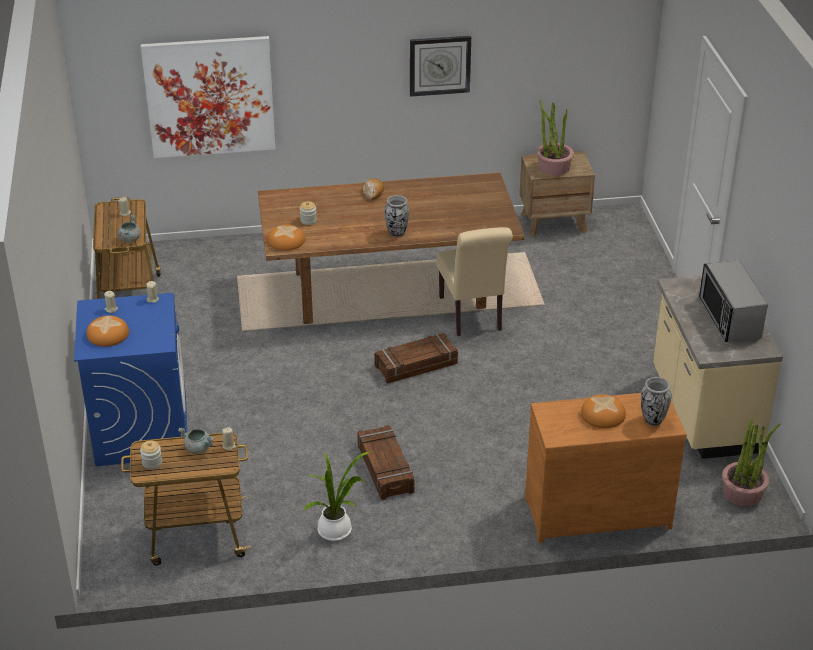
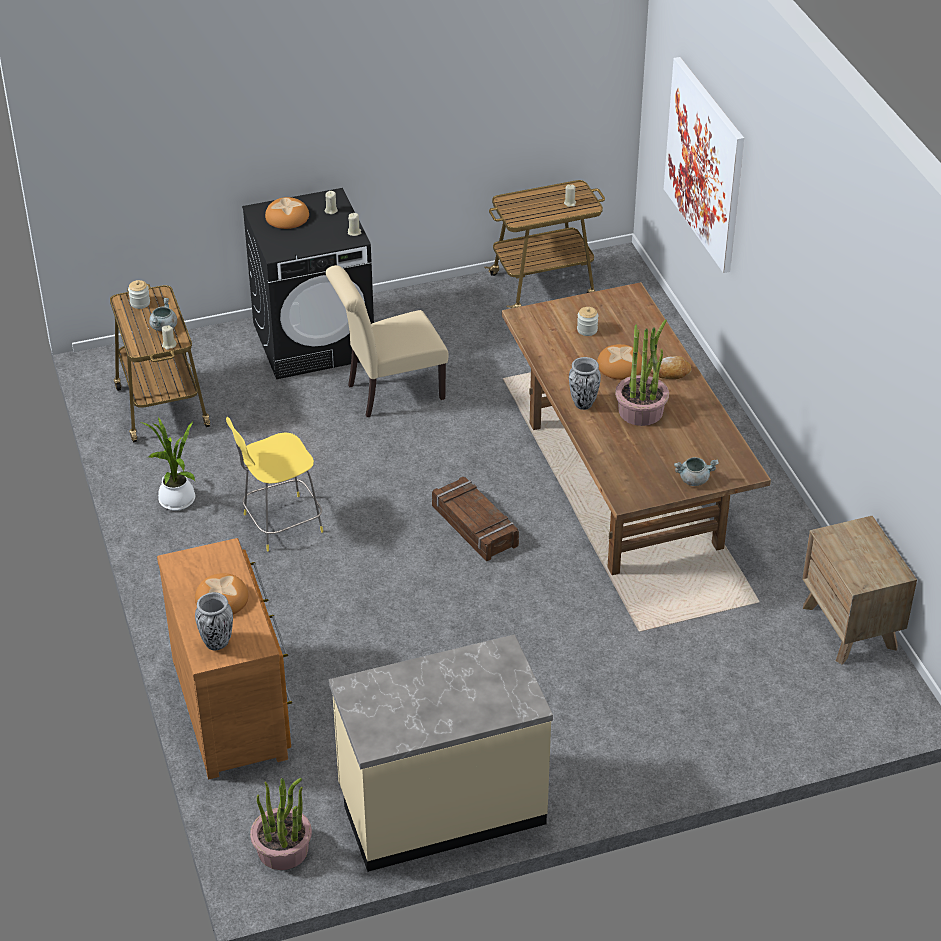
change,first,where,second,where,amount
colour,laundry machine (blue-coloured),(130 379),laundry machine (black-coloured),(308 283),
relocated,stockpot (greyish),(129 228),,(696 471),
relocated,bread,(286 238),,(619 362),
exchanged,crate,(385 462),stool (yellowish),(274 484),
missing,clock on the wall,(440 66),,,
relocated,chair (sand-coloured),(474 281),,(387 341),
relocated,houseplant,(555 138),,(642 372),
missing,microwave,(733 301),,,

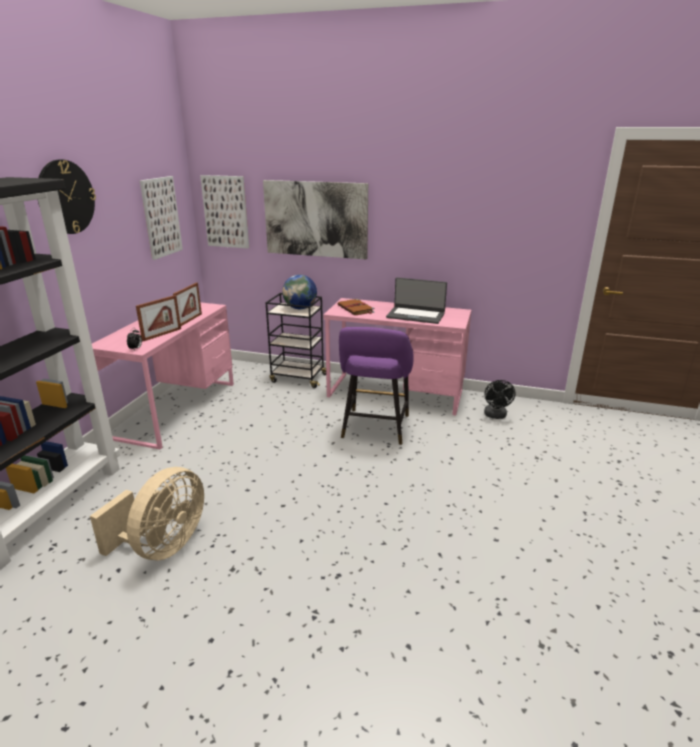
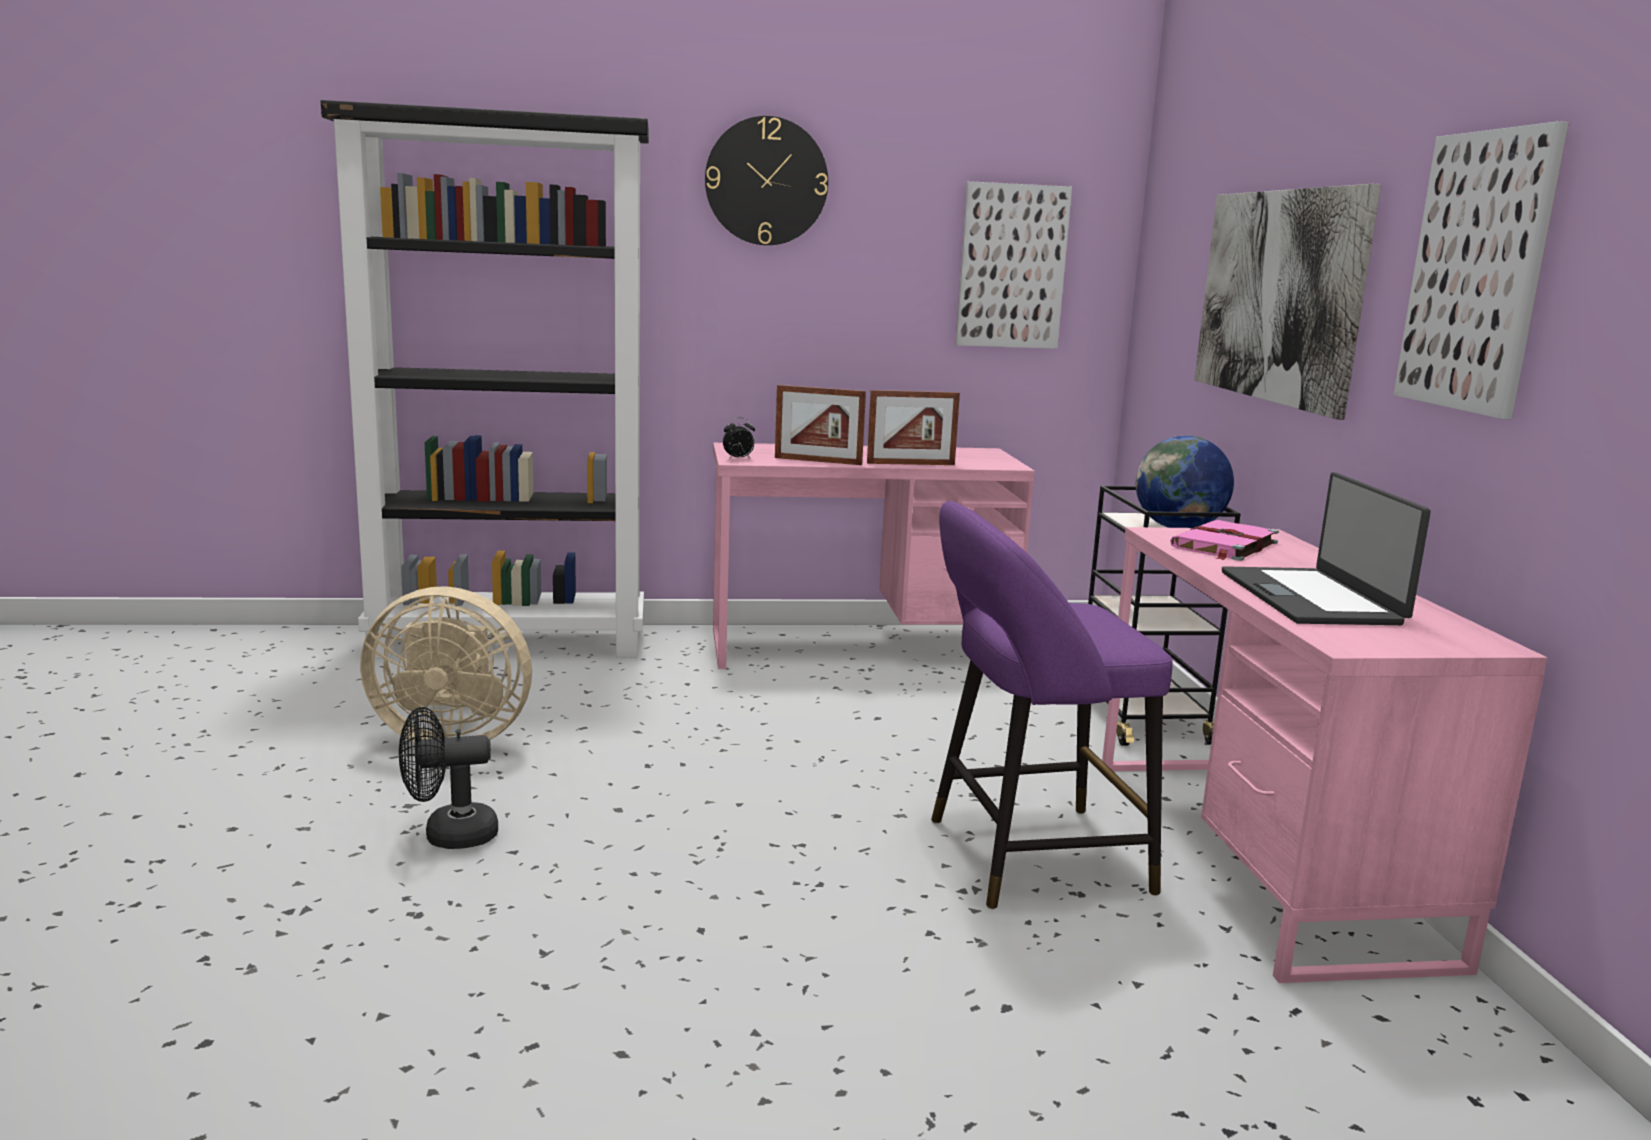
change,first,where,second,where,amount
relocated,wall art,(224 212),,(1481 270),
colour,bound book (brown-coloured),(356 307),bound book (pink),(1224 540),
relocated,cooling fan (black-coloured),(500 399),,(448 778),

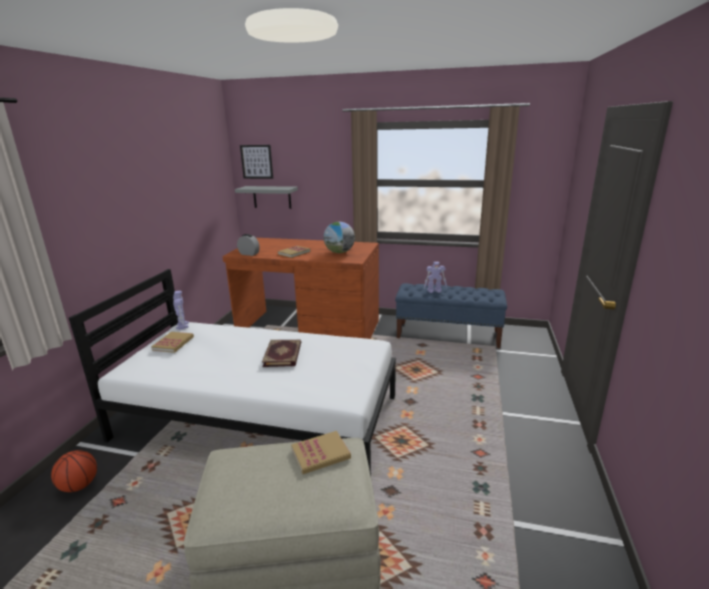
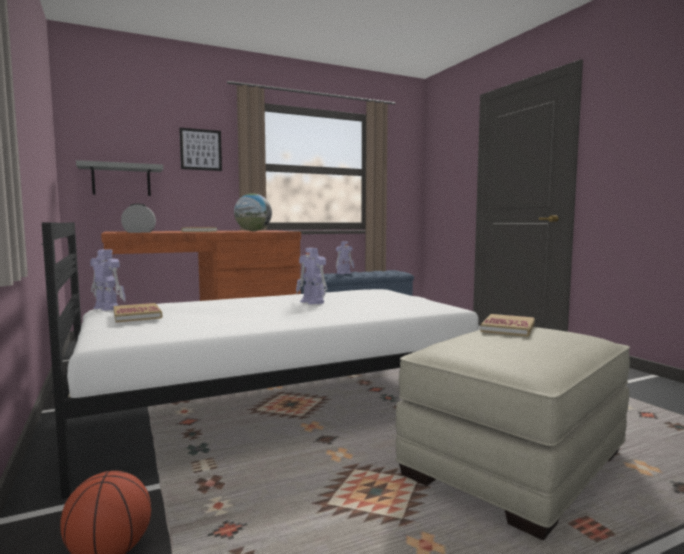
change,first,where,second,where,amount
relocated,wall art,(256 162),,(200 149),
exchanged,bound book,(281 353),model robot,(311 276),

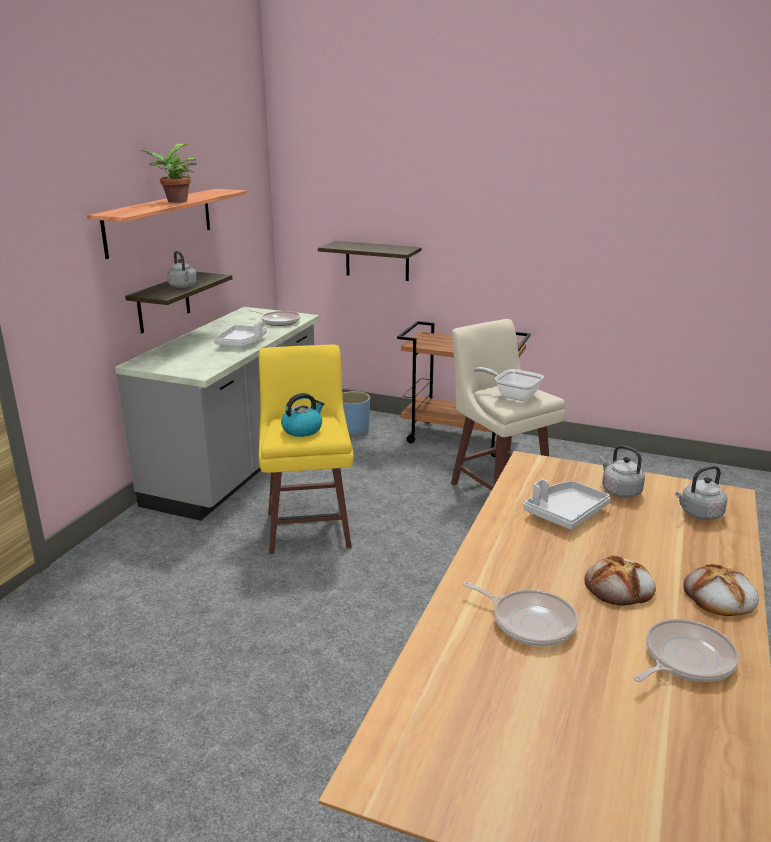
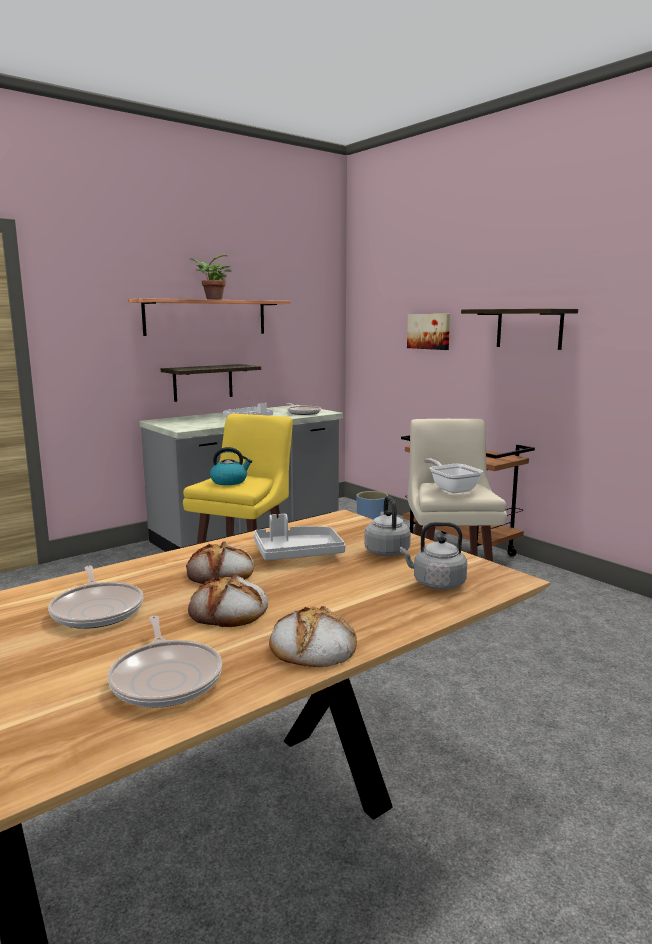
change,first,where,second,where,amount
missing,water kettle (greyish),(182 269),,,
relocated,shelf,(369 261),,(519 329),
spun,skillet,(686 650),,(165 662),75 degrees clockwise
appeared,,,bread,(220 562),
appeared,,,wall art,(428 332),

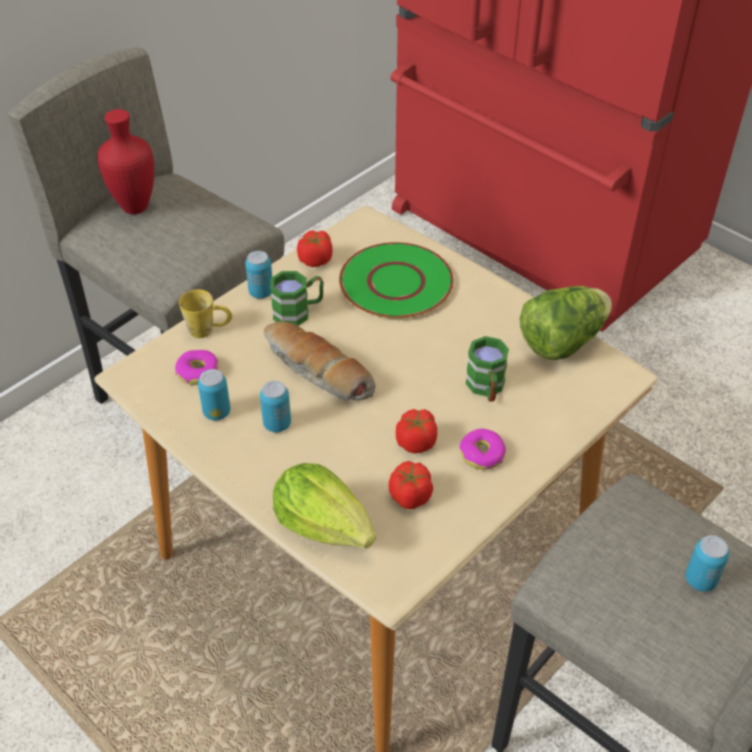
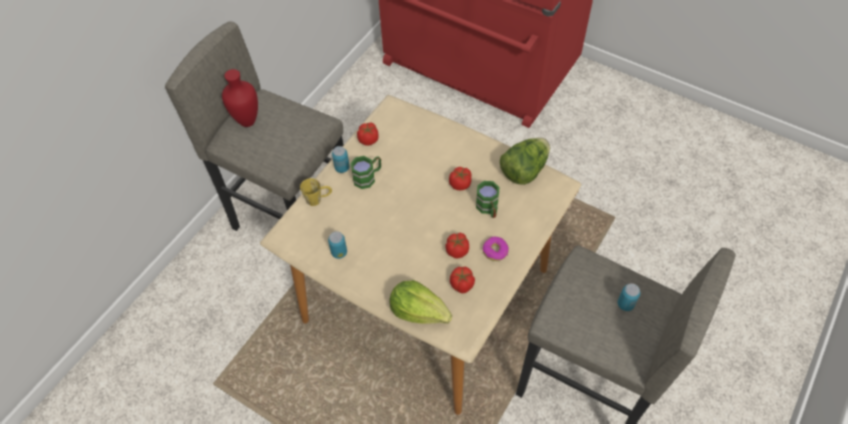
change,first,where,second,where,amount
missing,donut,(196 367),,,
missing,sealed can,(275 406),,,
missing,bread,(320 361),,,
missing,dinner plate (green-coloured),(396 280),,,
appeared,,,fresh tomato,(460 178),

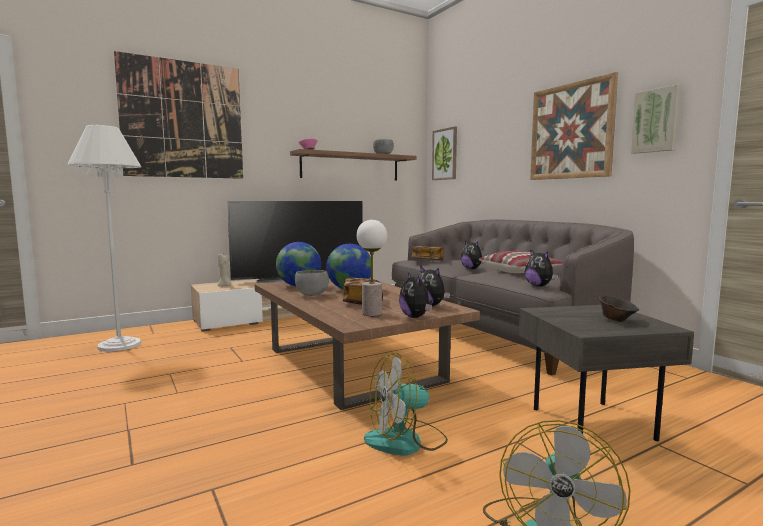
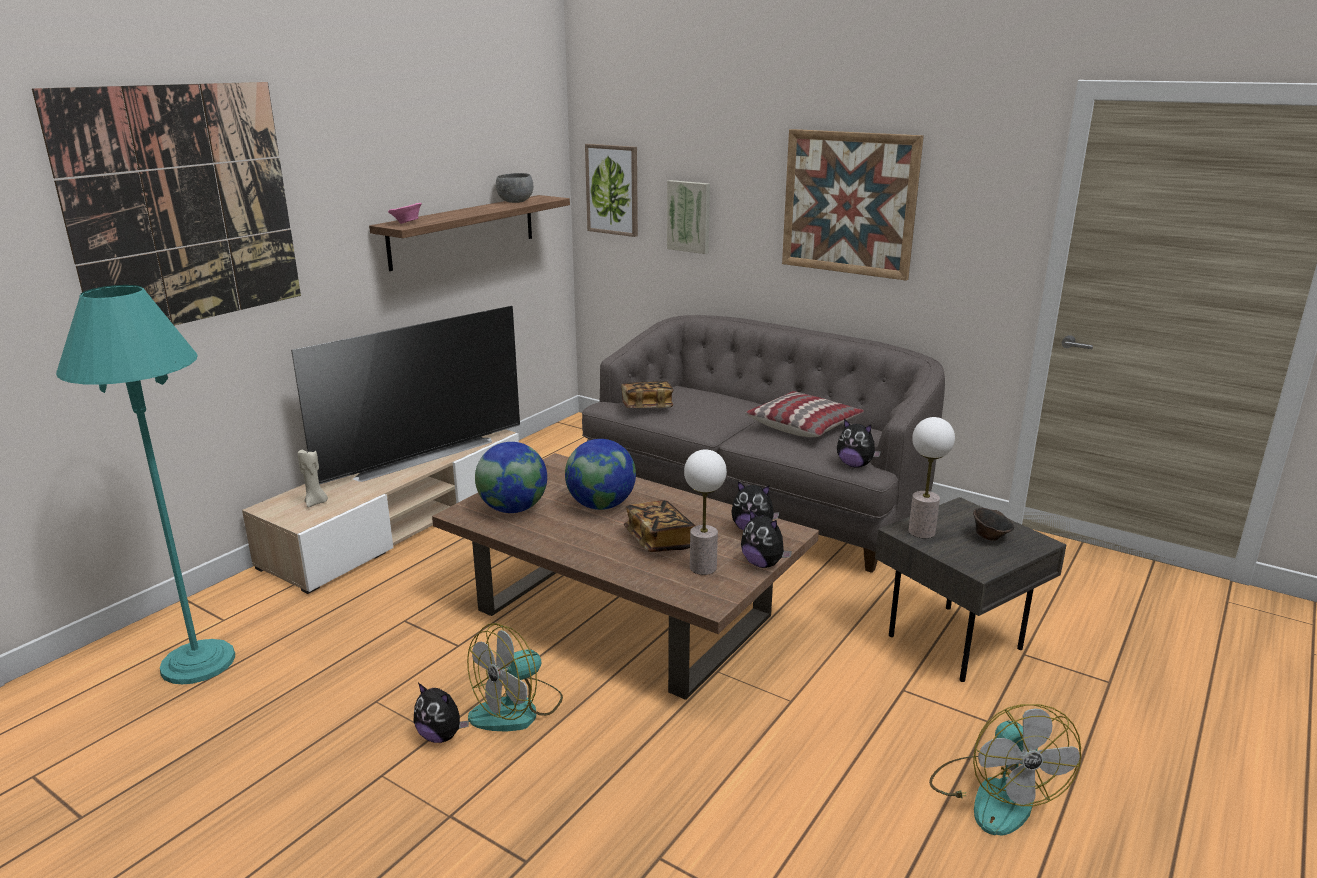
change,first,where,second,where,amount
colour,floor lamp (whitish),(104 238),floor lamp (blue-green),(145 484),
missing,deep dish (greyish),(312 283),,,
relocated,cooling fan,(406 404),,(515 677),
relocated,soft toy,(472 254),,(441 713),
relocated,wall art,(656 119),,(688 217),
appeared,,,table lamp,(932 477),

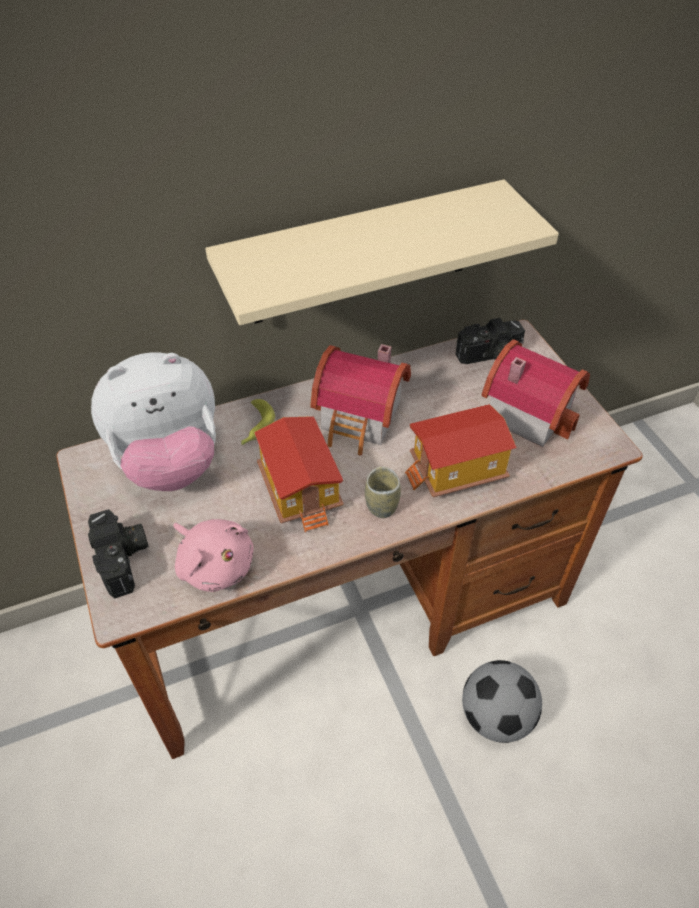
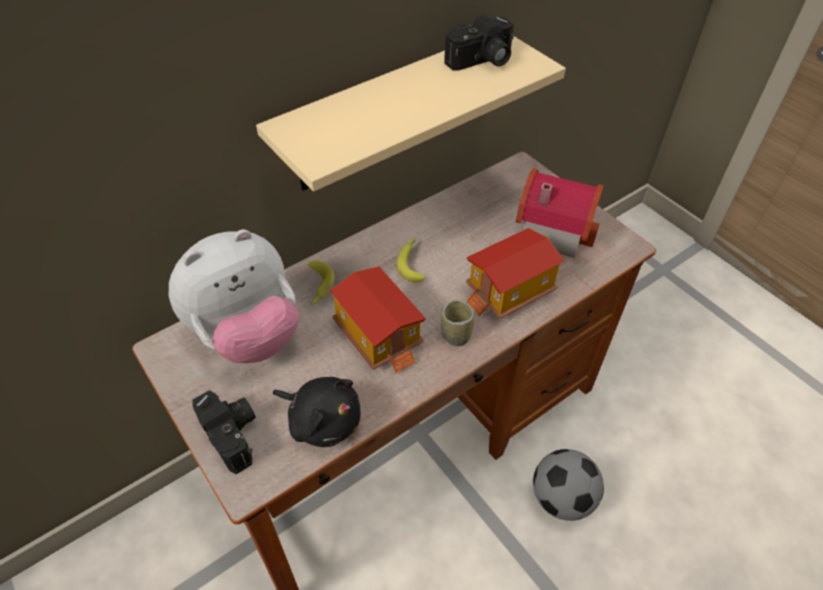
change,first,where,second,where,amount
colour,soft toy (pink),(213 555),soft toy (black-coloured),(317 412),
exchanged,model house,(361 399),banana,(411 260),
relocated,still camera,(490 341),,(479 42),

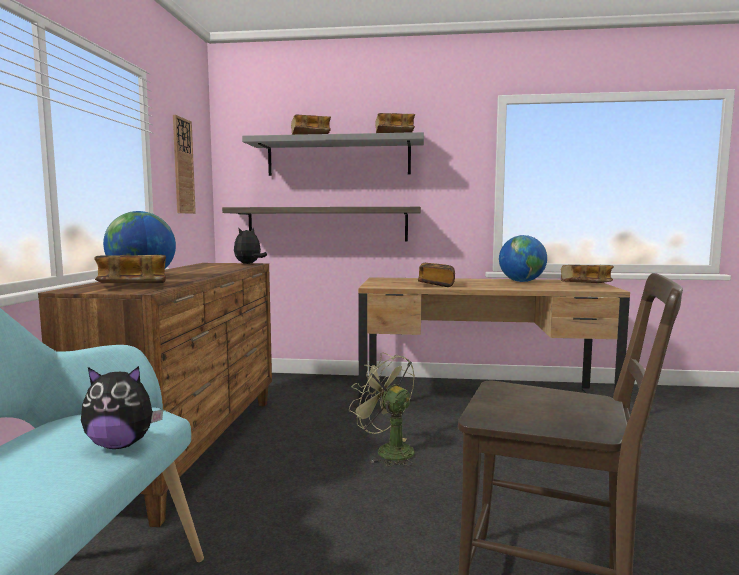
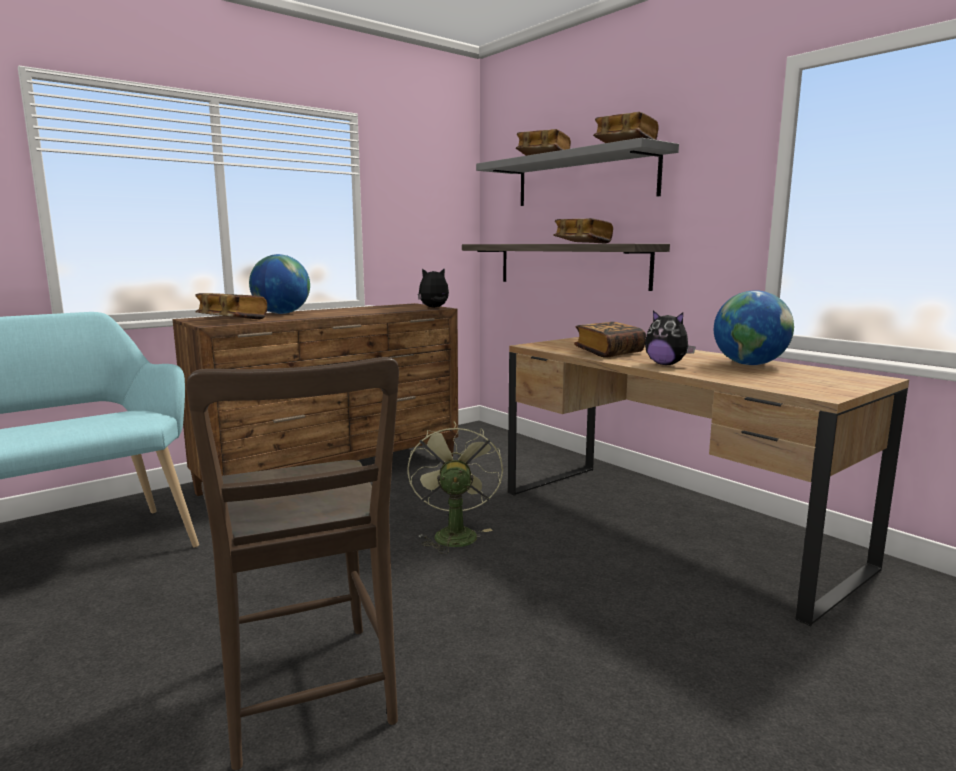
change,first,where,second,where,amount
relocated,soft toy,(122 407),,(670 337),
missing,clock on the wall,(184 164),,,
relocated,bound book,(587 274),,(583 231),

